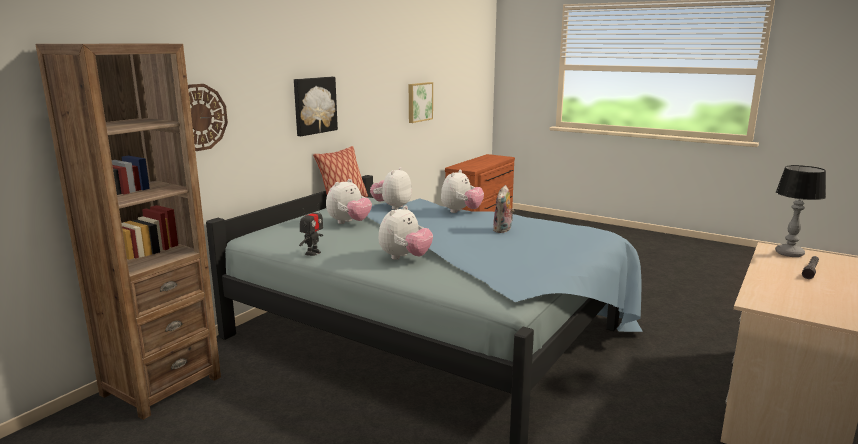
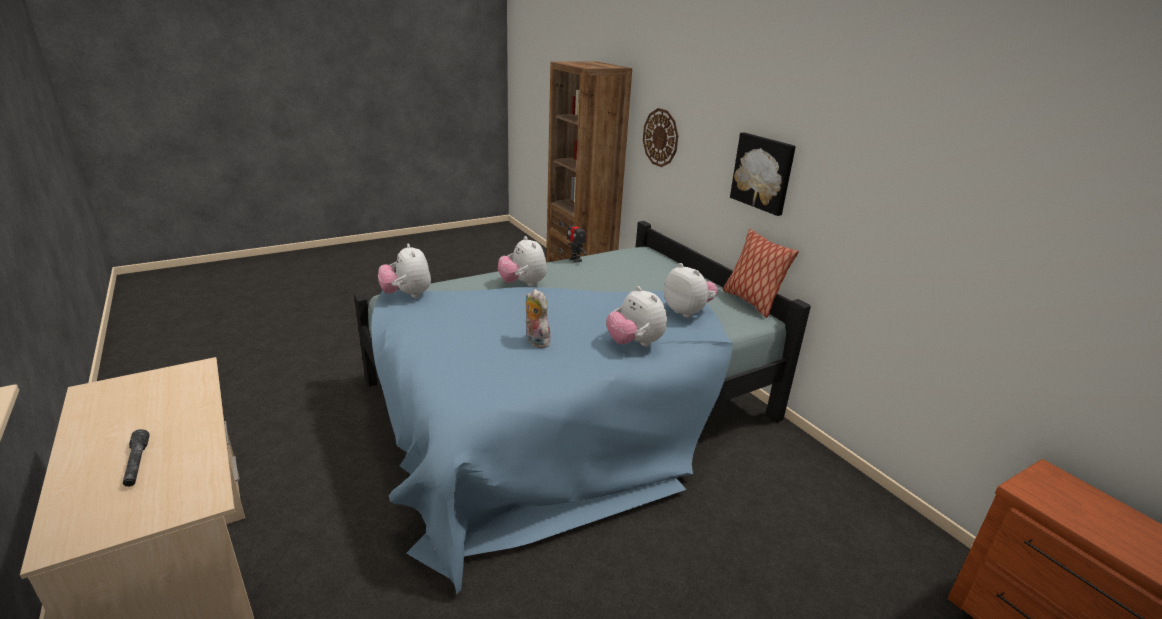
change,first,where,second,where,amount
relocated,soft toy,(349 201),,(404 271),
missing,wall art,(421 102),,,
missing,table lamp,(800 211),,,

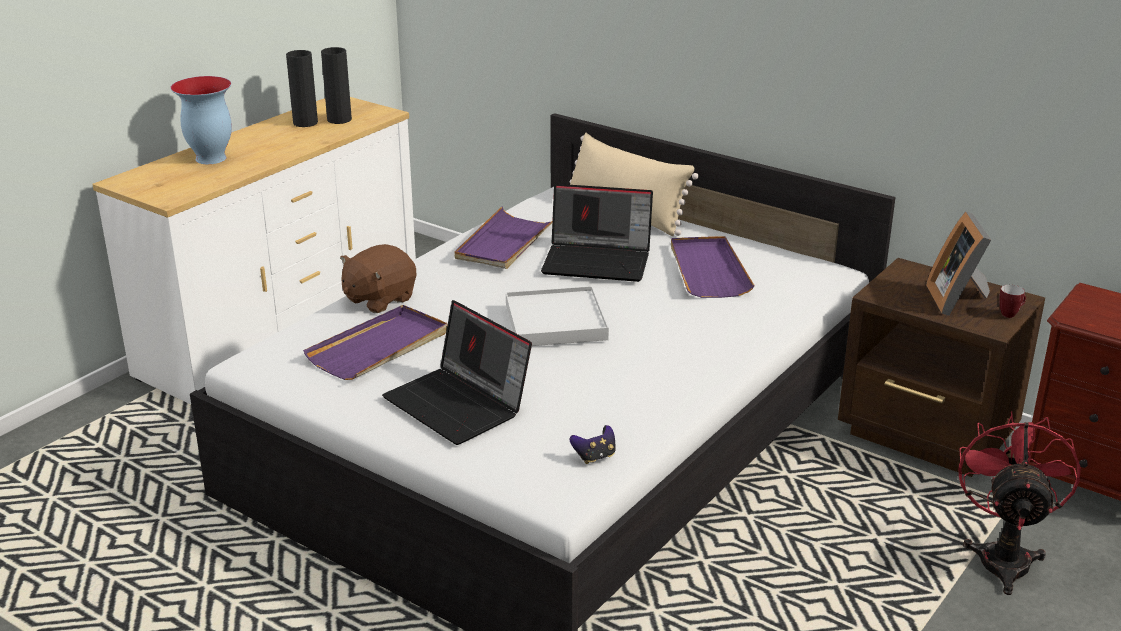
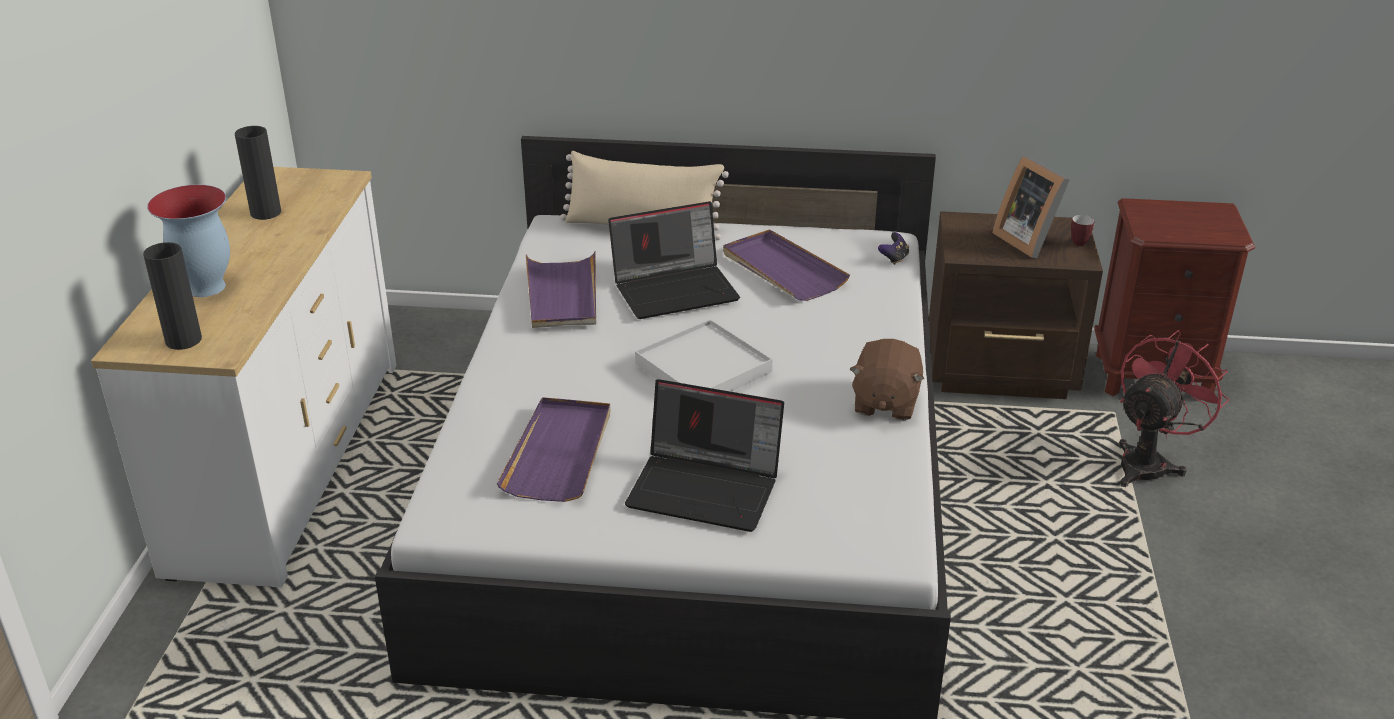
change,first,where,second,where,amount
relocated,vase (black-coloured),(336 85),,(172 296),
relocated,soft toy (brown-coloured),(378 278),,(887 379),
relocated,joypad,(593 444),,(893 248),
spun,cooling fan (red),(1020 503),,(1173 408),60 degrees clockwise

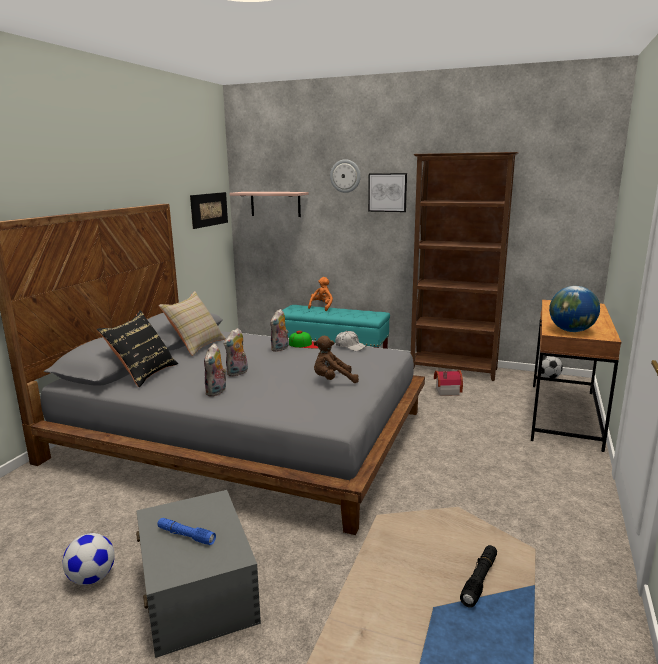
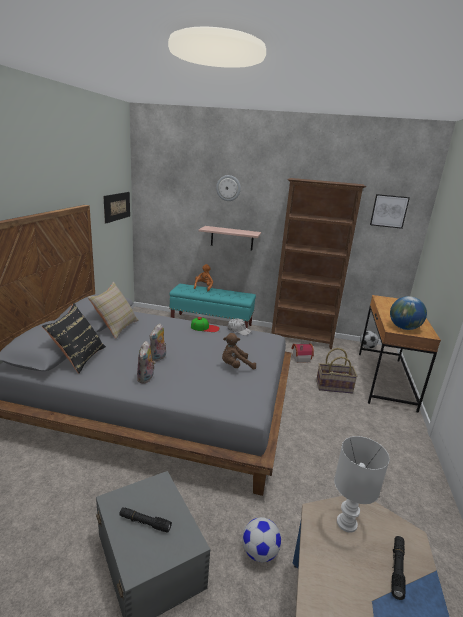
change,first,where,second,where,amount
relocated,ball for football,(88 559),,(261 539),
colour,flashlight (blue-coloured),(186 531),flashlight (black-coloured),(145 520),
relocated,shelf,(269 204),,(230 238),
missing,soft toy,(279 330),,,
relocated,wall art,(387 192),,(390 211),
appeared,,,household basket,(337 371),
appeared,,,table lamp (whitish),(362 484),

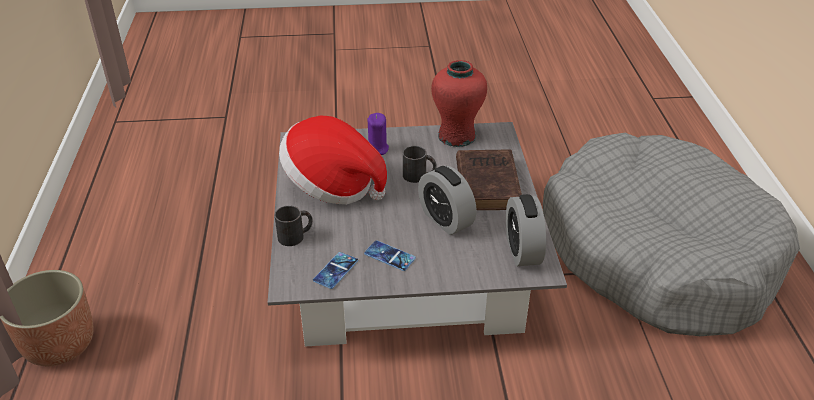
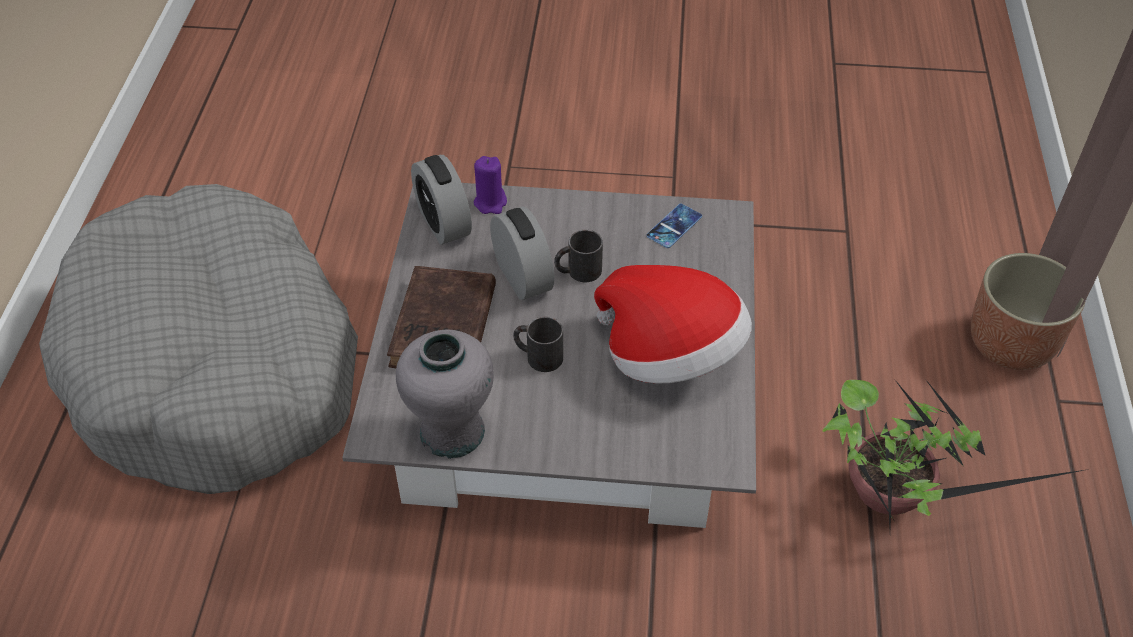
change,first,where,second,where,amount
relocated,coffee mug (black-coloured),(294 226),,(578 256),
missing,phone,(390 255),,,
relocated,wax candle (purple-coloured),(378 134),,(490 185),
colour,vase (red),(459 103),vase (greyish),(445 394),
spun,bedside clock,(526 230),,(441 200),150 degrees clockwise
appeared,,,houseplant,(955 453),

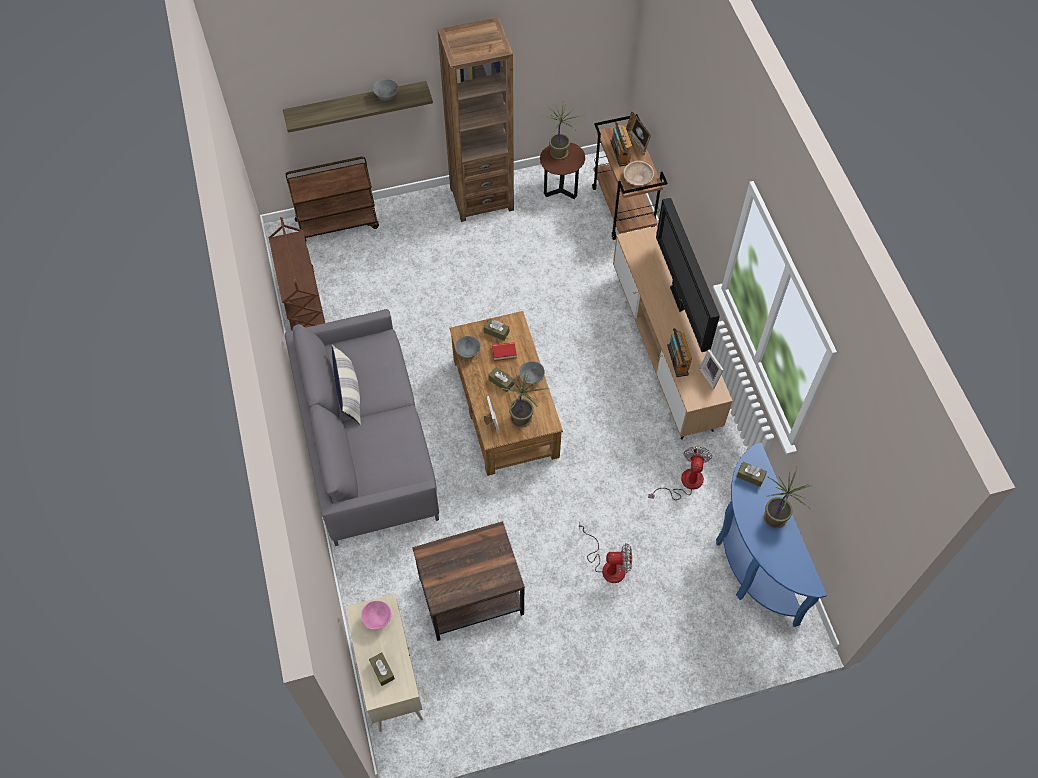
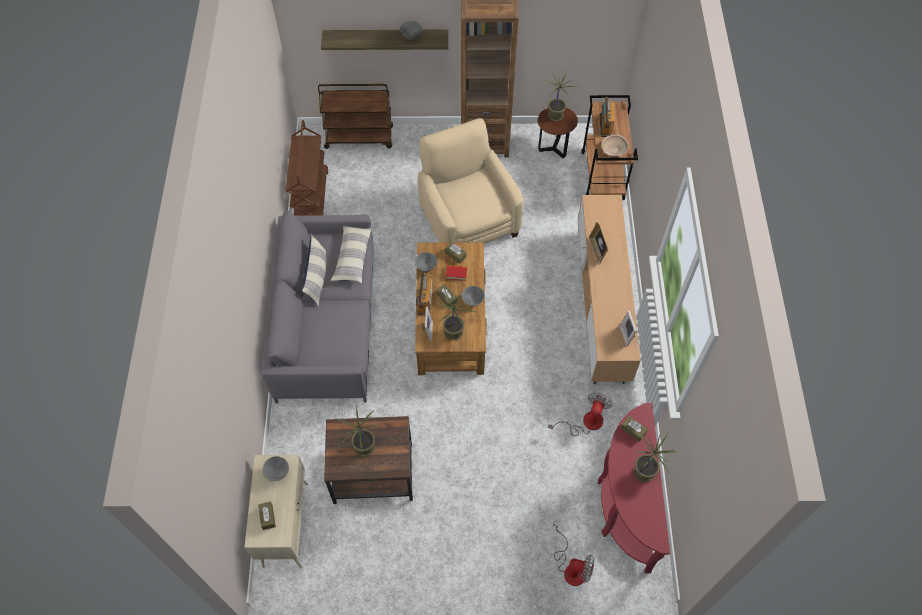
change,first,where,second,where,amount
colour,deep dish (pink),(376 615),deep dish (greyish),(276 468),
relocated,cooling fan,(605 552),,(573 554),
relocated,picture frame,(638 134),,(598 243),
missing,TV set,(688 275),,,
relocated,radio set,(679 352),,(424 294),
colour,console table (blue-coloured),(771 535),console table (red),(633 488),
appeared,,,pillow,(351 254),
appeared,,,houseplant,(357 430),
appeared,,,lounge chair (sand-coloured),(470 181),

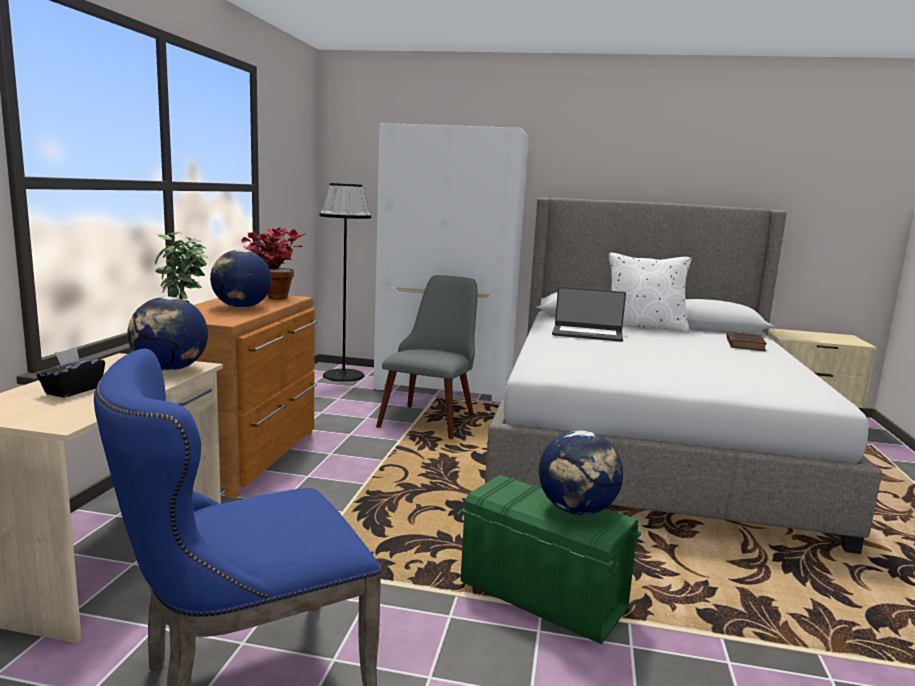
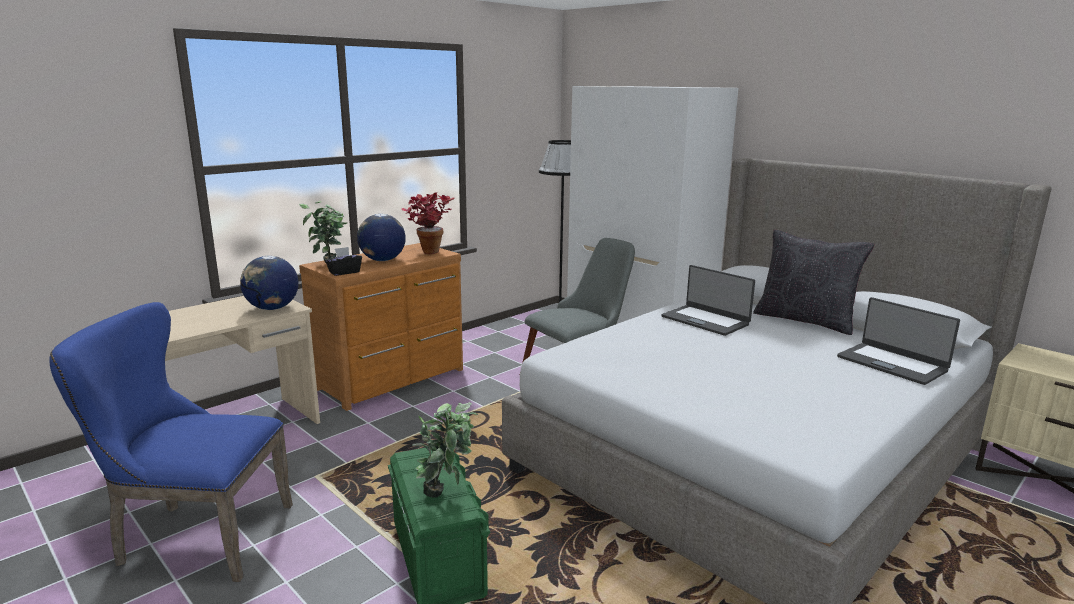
change,first,where,second,where,amount
relocated,box of tissues (black-coloured),(70 373),,(343 261),
exchanged,globe,(581 472),houseplant,(445 450),
colour,pillow (whitish),(650 292),pillow (black-coloured),(813 282),
exchanged,bound book (brown-coloured),(746 341),laptop,(898 341),

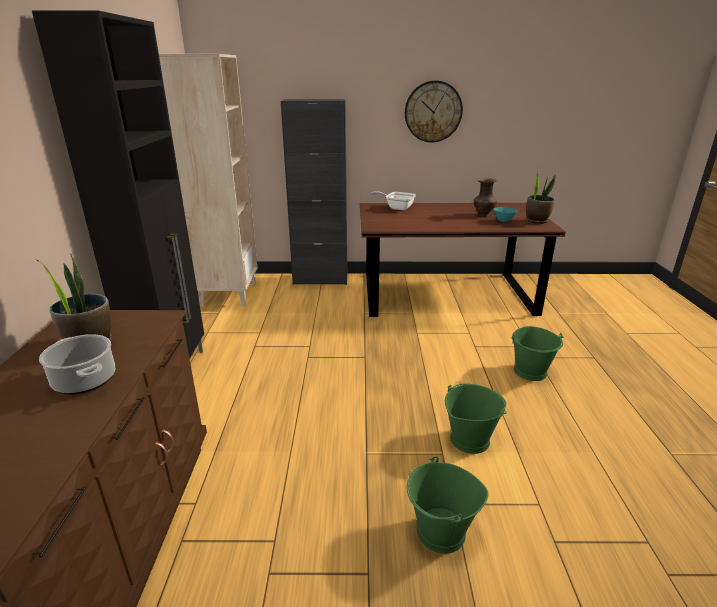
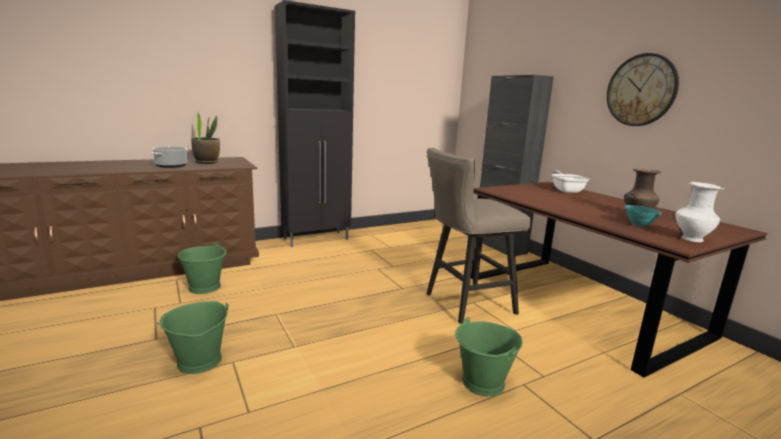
change,first,where,second,where,amount
missing,shelving unit (sand-coloured),(208 180),,,
relocated,bucket (green-coloured),(476 418),,(202 268),
exchanged,houseplant,(541 197),vase (whitish),(699 212),
appeared,,,stool (sand-coloured),(479 236),

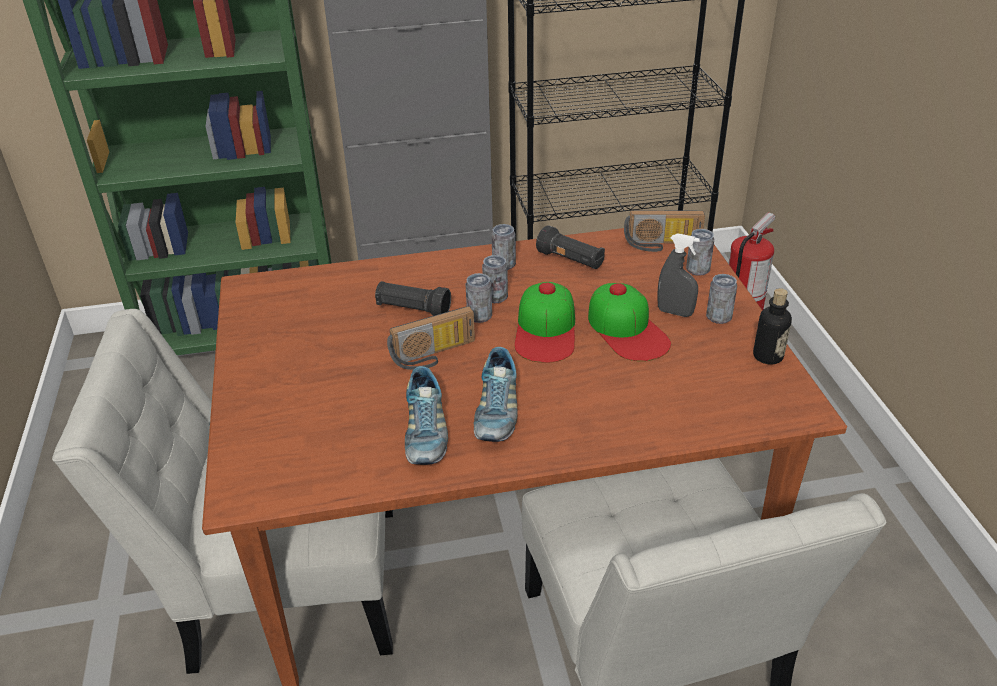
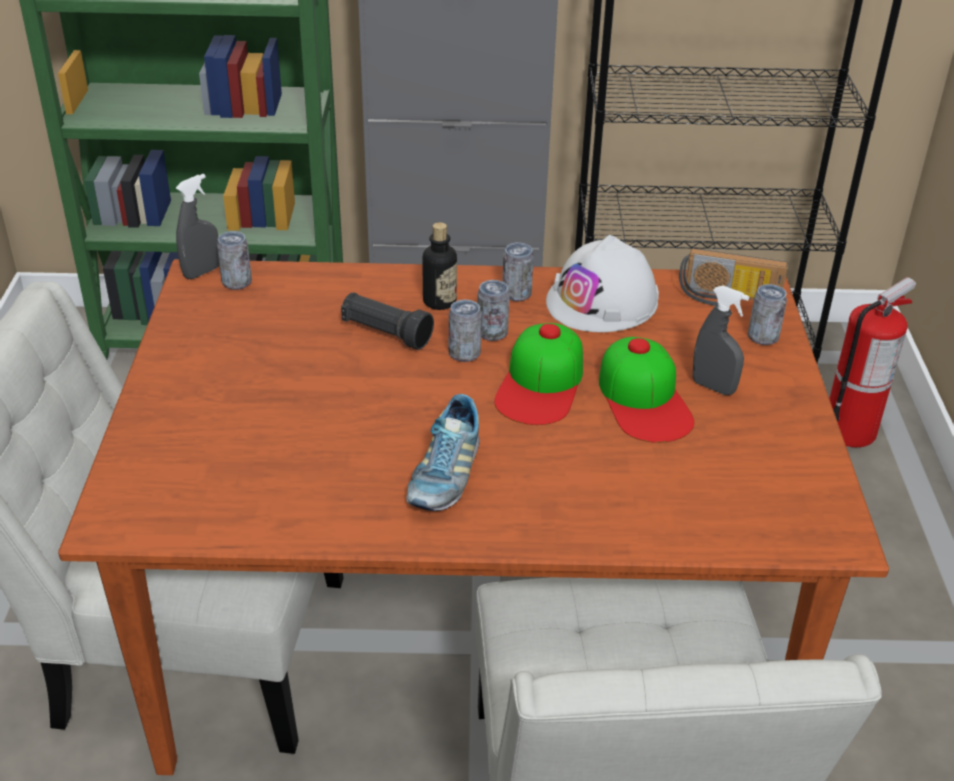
change,first,where,second,where,amount
missing,radio set,(431 338),,,
missing,item of footwear,(426 415),,,
exchanged,flashlight (black-coloured),(570 247),work helmet (whitish),(602 283),
relocated,sealed can,(721 299),,(234 260),
relocated,beverage bottle,(772 326),,(439 266),
appeared,,,hand sprayer (greyish),(197 226),

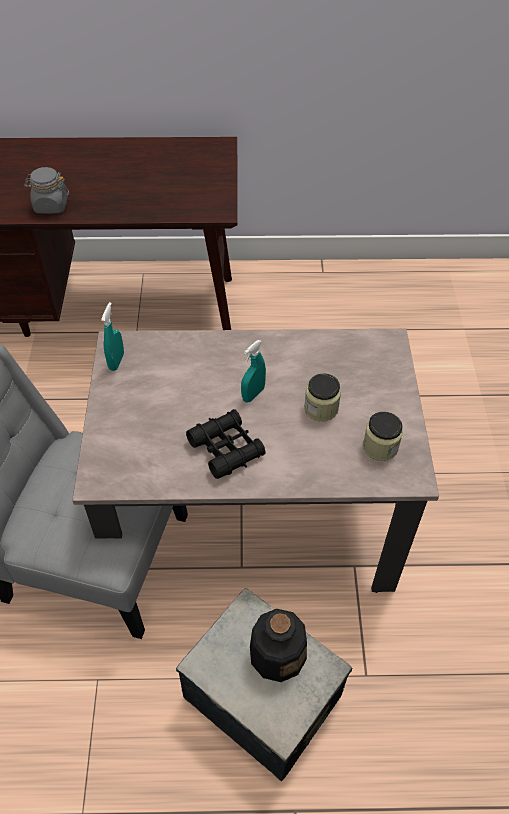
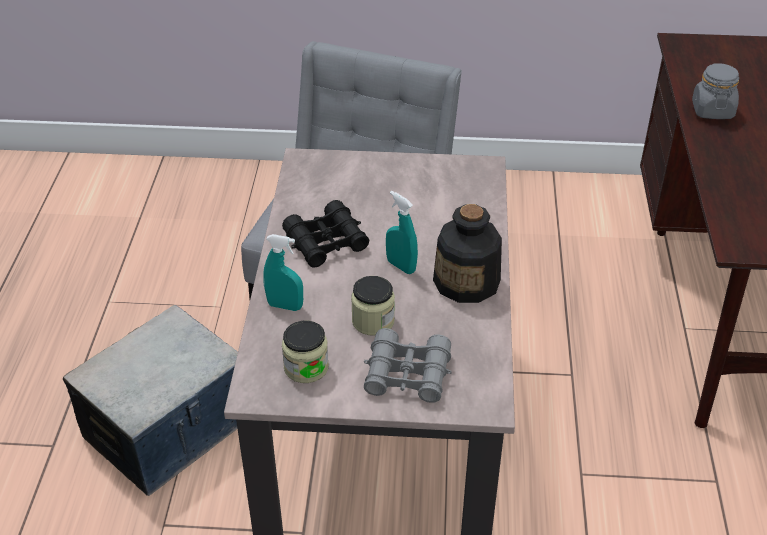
change,first,where,second,where,amount
relocated,hand sprayer (blue-green),(112 336),,(283 272),
relocated,beverage bottle,(278 645),,(467 253),
appeared,,,pair of binoculars (greyish),(408 365),

